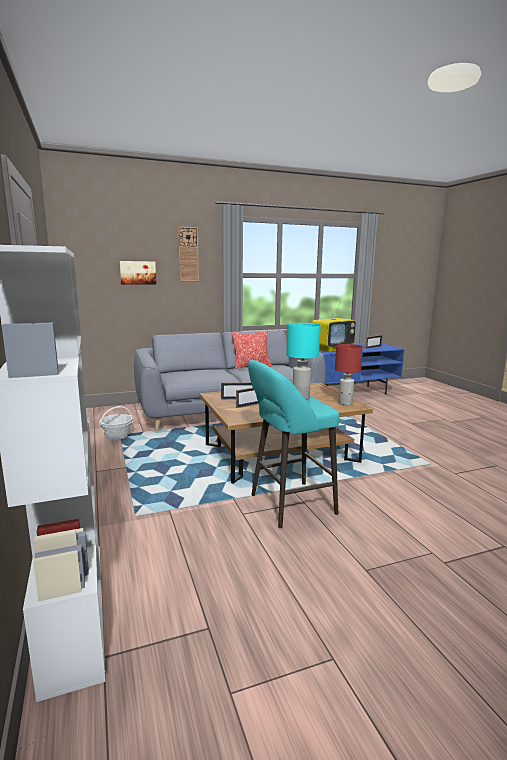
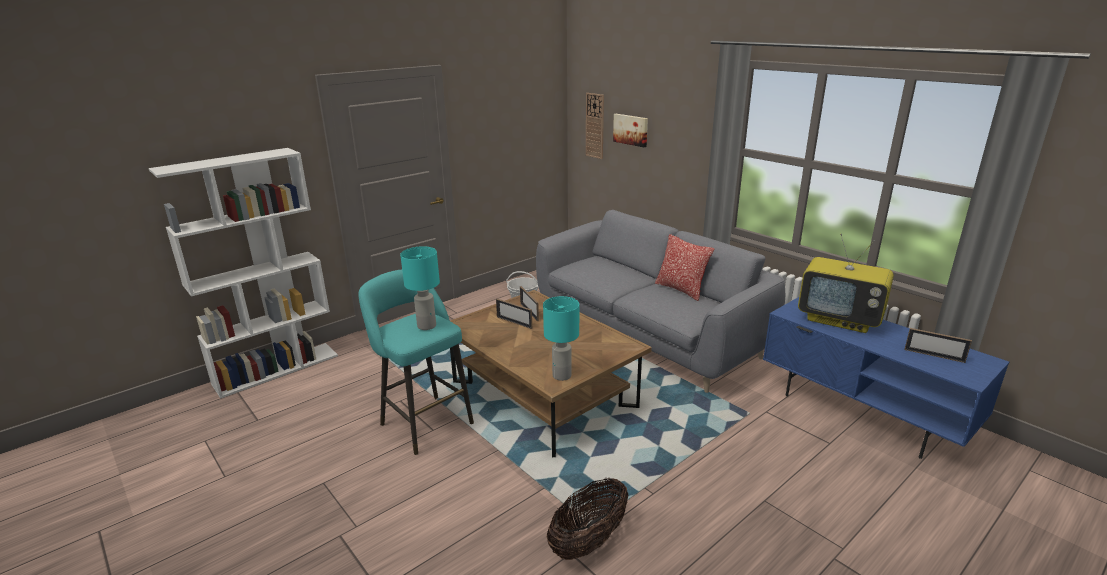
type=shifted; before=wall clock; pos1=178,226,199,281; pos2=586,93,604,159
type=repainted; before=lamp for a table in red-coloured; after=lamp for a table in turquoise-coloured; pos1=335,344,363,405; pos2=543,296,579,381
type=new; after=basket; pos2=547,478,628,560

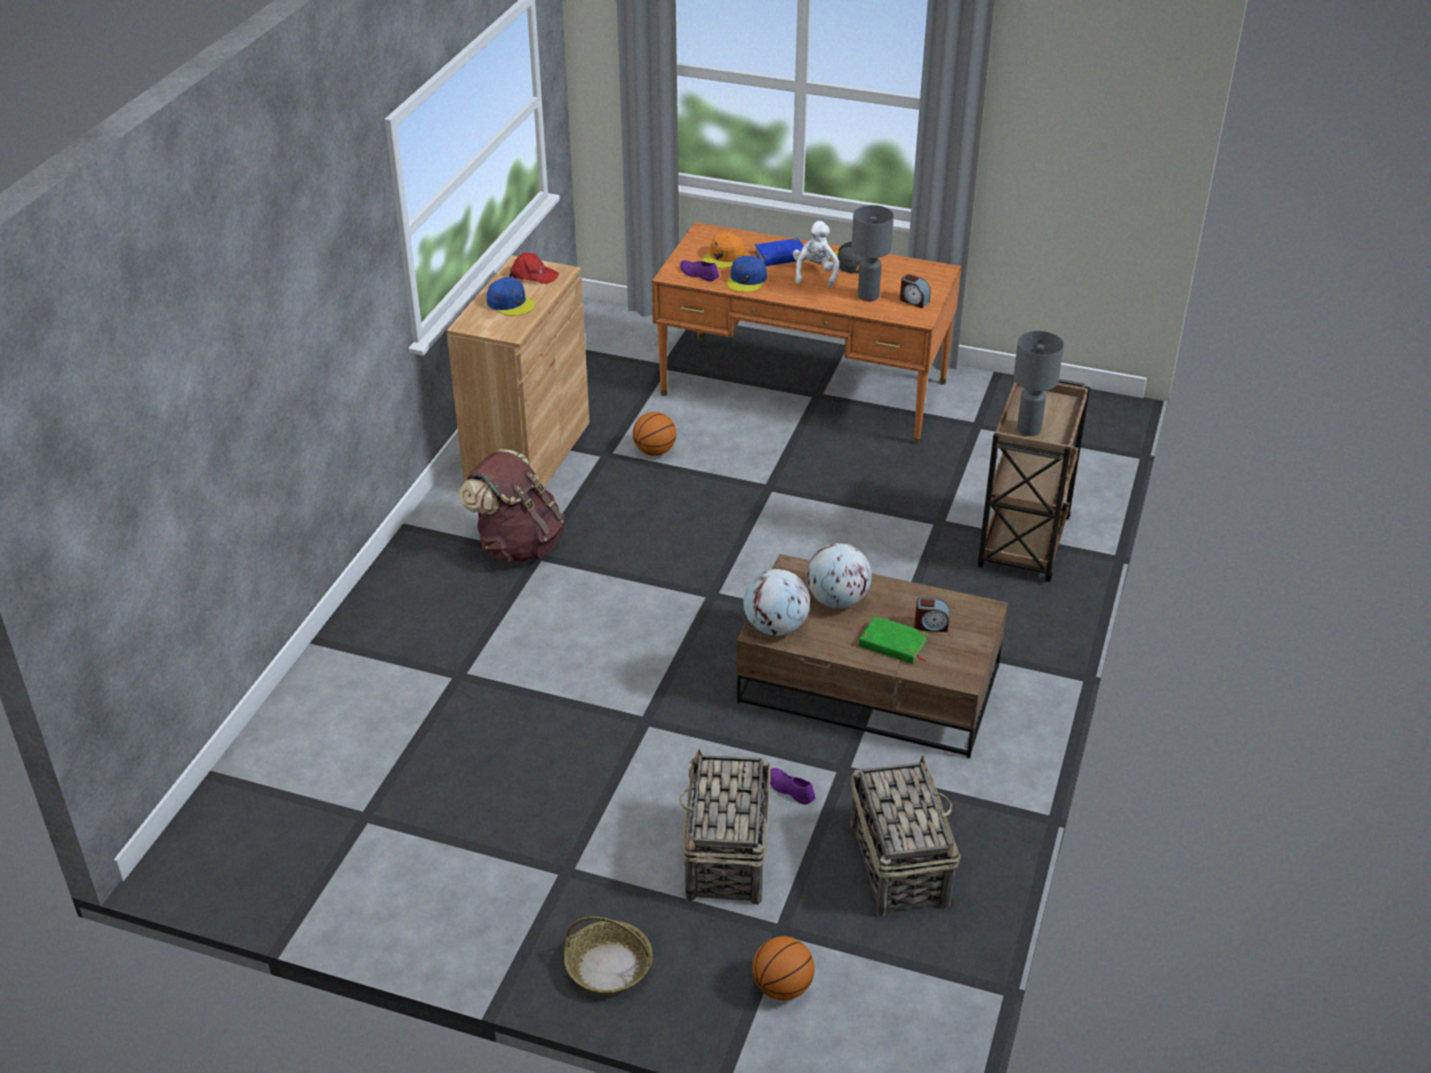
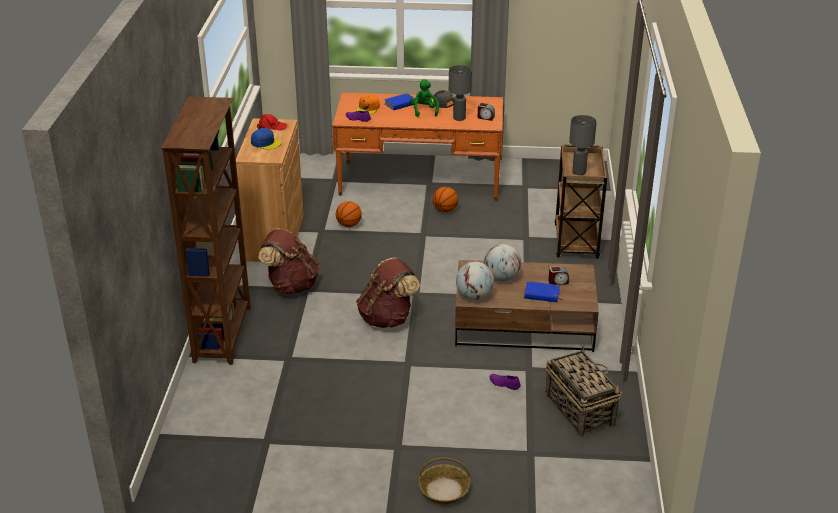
type=repainted; before=soft toy in white; after=soft toy in greenish; pos1=793,221,839,287; pos2=410,79,439,117
type=gone; before=cap in bluish; pos1=727,256,767,292
type=repainted; before=bound book in greenish; after=bound book in bluish; pos1=859,616,928,664; pos2=524,281,564,302
type=gone; before=basket; pos1=679,749,771,905
type=shifted; before=ball for basketball; pos1=752,936,815,1000; pos2=433,187,458,212
type=new; after=bookcase in brown-coloured; pos2=161,97,251,365
type=new; after=rucksack in brown-coloured; pos2=356,257,420,328

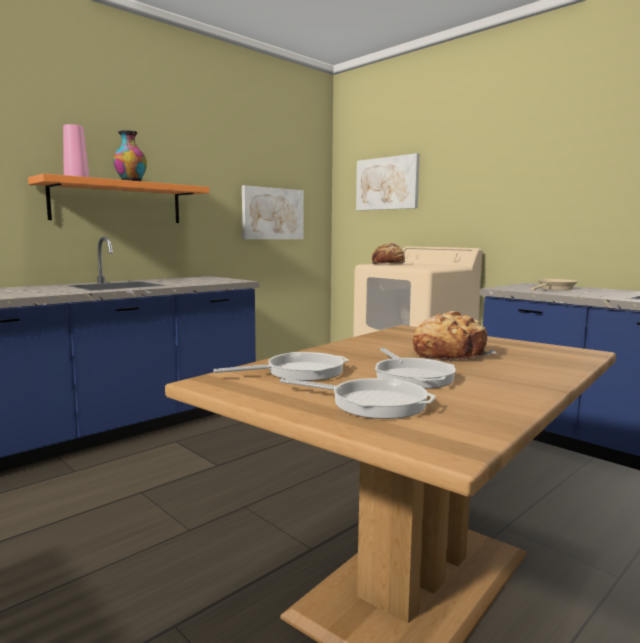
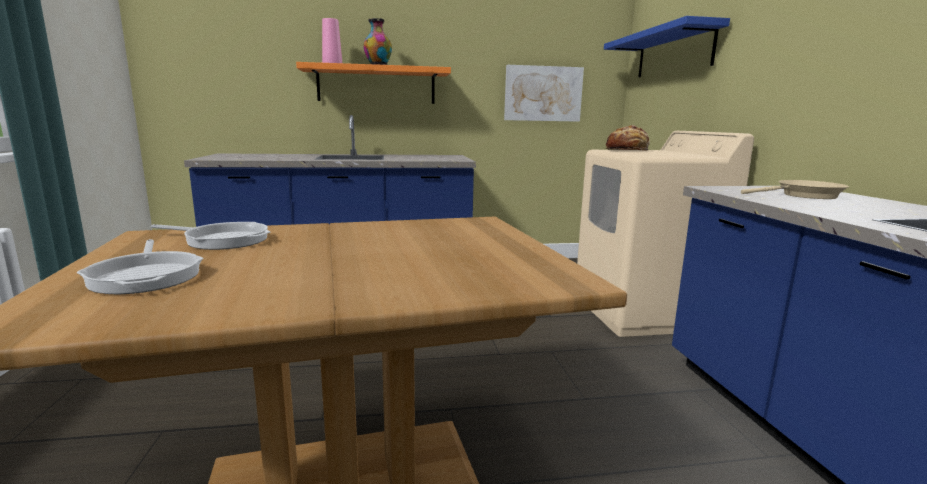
type=swapped; before=wall art; after=wall shelf in bluish; pos1=356,153,420,210; pos2=604,16,730,77
type=gone; before=bakery bread; pos1=413,311,498,362
type=gone; before=pan; pos1=375,348,456,389

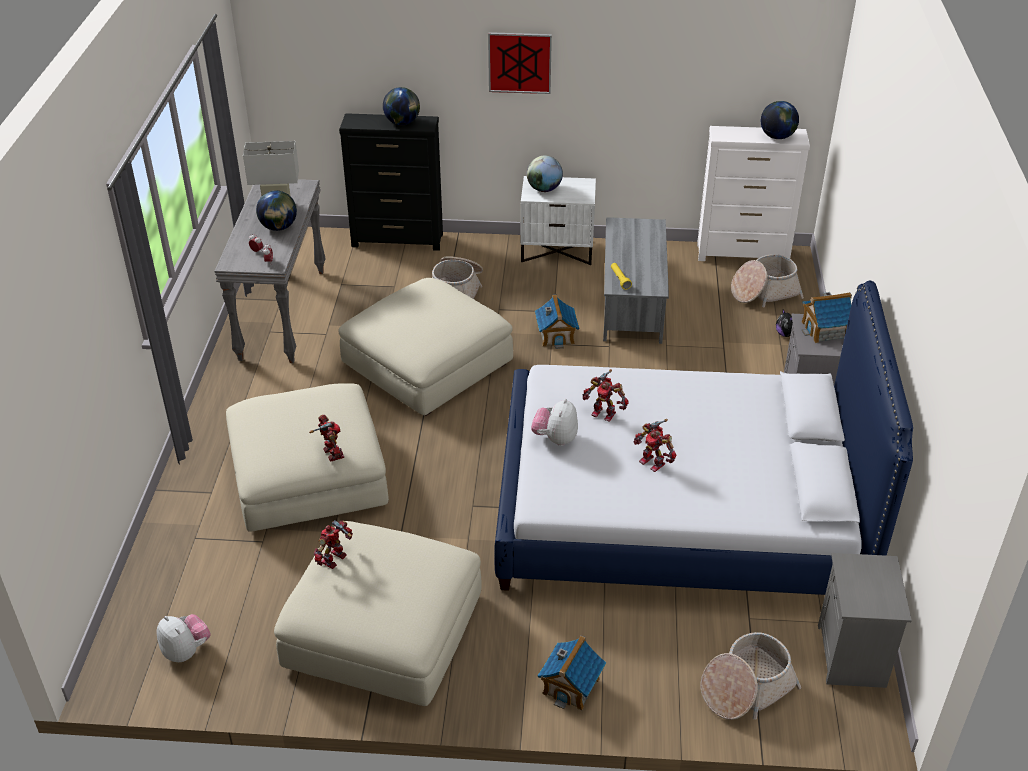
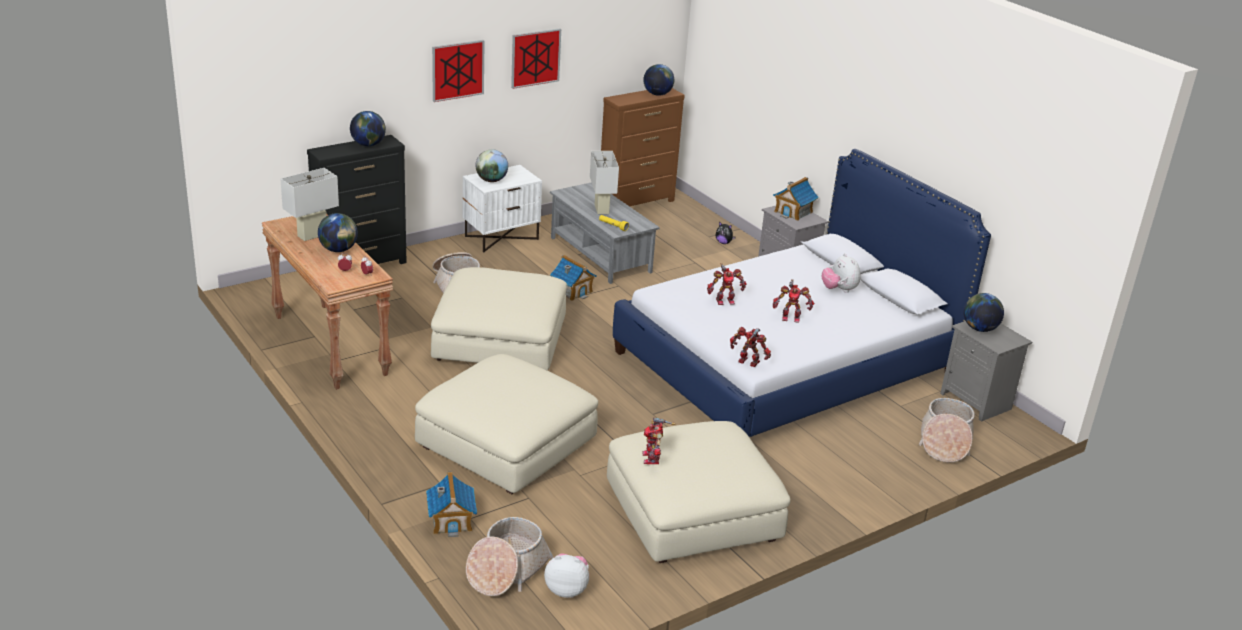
type=repainted; before=drawer chest in white; after=drawer chest in brown-coloured; pos1=697,126,810,261; pos2=601,88,685,206
type=repainted; before=narrow table in gray; after=narrow table in brown-coloured; pos1=214,179,326,363; pos2=262,215,393,390
type=shifted; before=basket; pos1=731,254,804,307; pos2=466,517,554,596
type=shifted; before=soft toy; pos1=531,399,578,446; pos2=822,253,861,293
type=shifted; before=toy robot; pos1=309,415,344,461; pos2=730,327,771,367
type=shifted; before=model house; pos1=537,636,606,711; pos2=426,472,477,537
type=new; after=wall art; pos2=511,28,561,89
type=new; after=lamp for a table in white; pos2=590,151,619,214
type=new; after=globe; pos2=964,293,1004,332

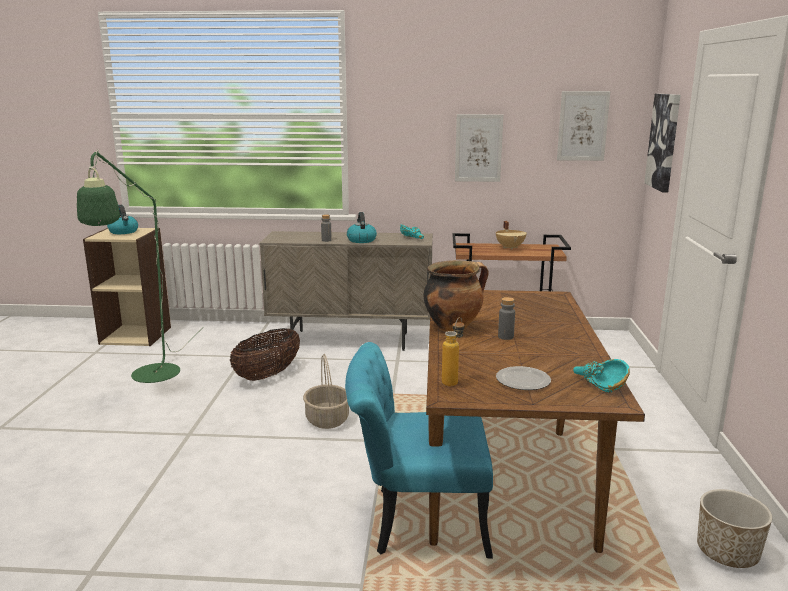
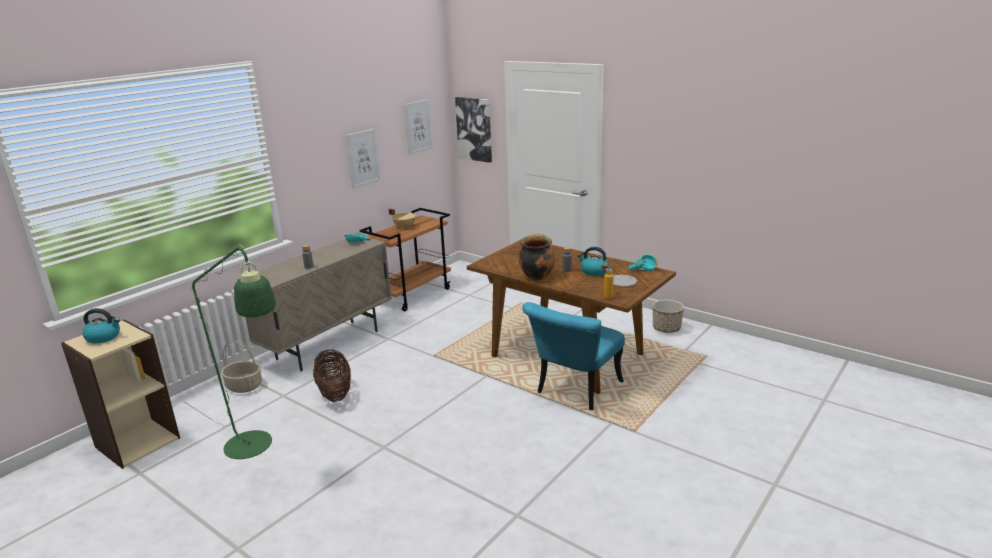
type=shifted; before=water kettle; pos1=347,212,377,243; pos2=578,247,609,276
type=shifted; before=basket; pos1=303,354,349,429; pos2=221,340,262,393

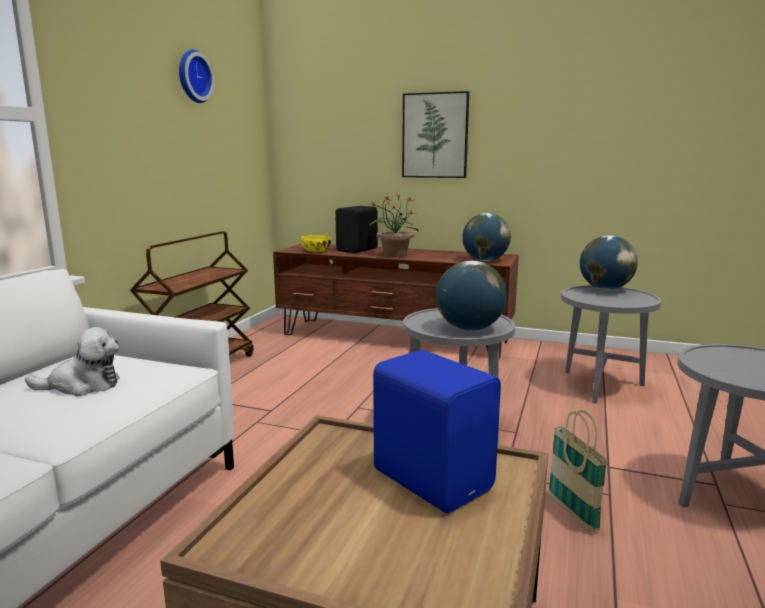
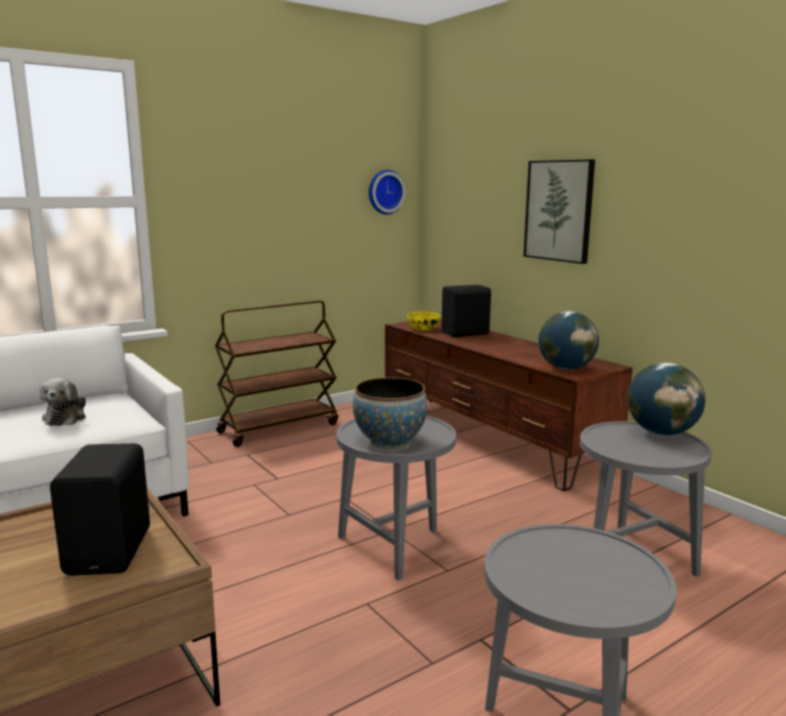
type=shifted; before=wall clock; pos1=179,50,214,103; pos2=369,170,405,215
type=gone; before=potted plant; pos1=370,194,419,257
type=swapped; before=globe; after=deep dish; pos1=436,261,507,331; pos2=353,377,427,450
type=rotated; before=soft toy; pos1=25,327,120,397; pos2=40,378,86,426; turn=60
type=repainted; before=speaker in bluish; after=speaker in blackish; pos1=373,350,501,513; pos2=50,443,150,575
type=gone; before=basket; pos1=548,410,608,532

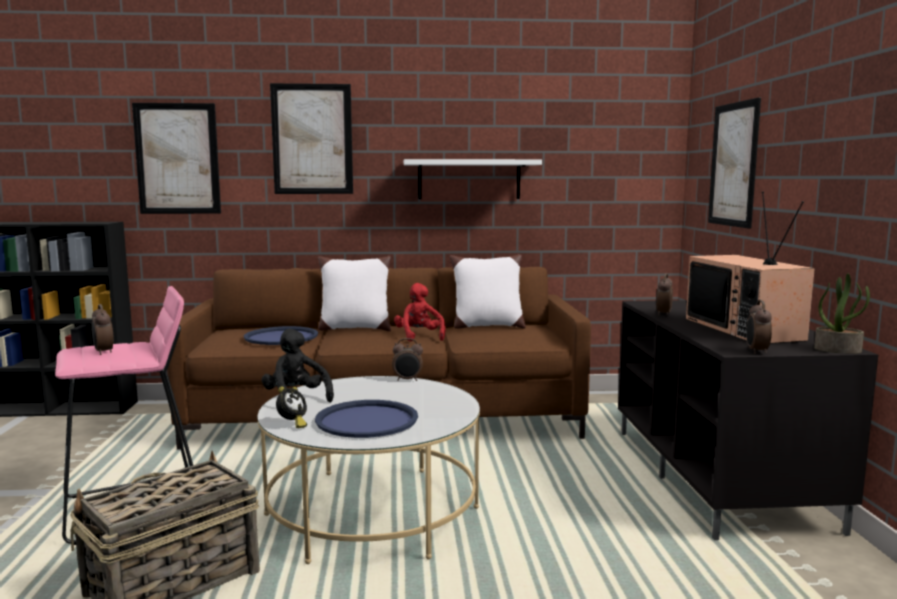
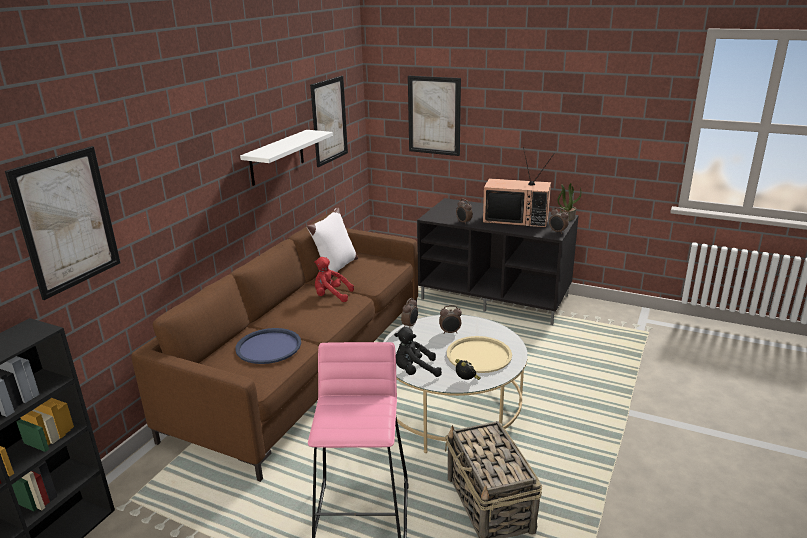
type=shifted; before=wall art; pos1=270,83,353,194; pos2=310,76,348,167
type=gone; before=throw pillow in white; pos1=318,256,391,331
type=shifted; before=bedside clock; pos1=91,304,114,355; pos2=439,305,462,334
type=repainted; before=serving tray in bluish; after=serving tray in sand-coloured; pos1=315,400,418,438; pos2=447,336,512,373

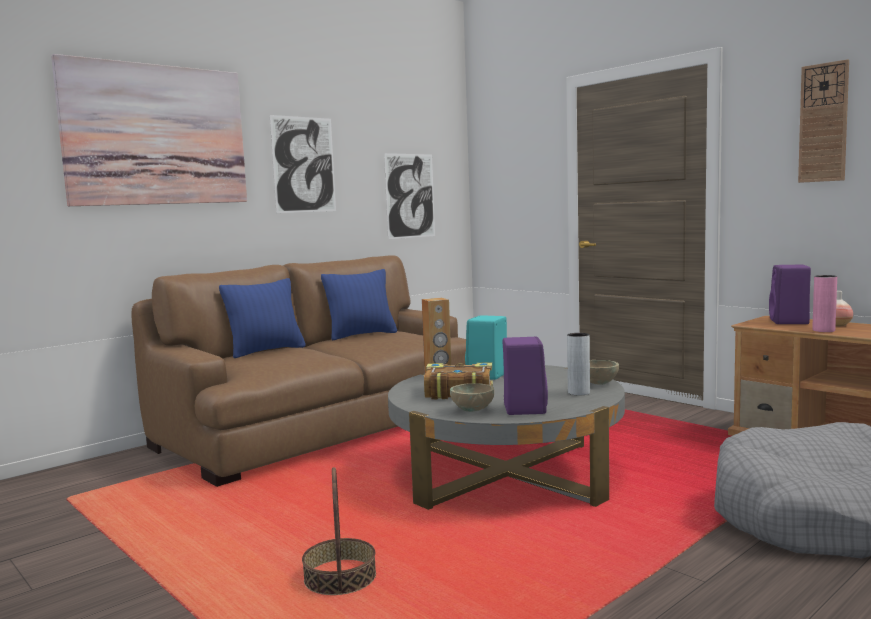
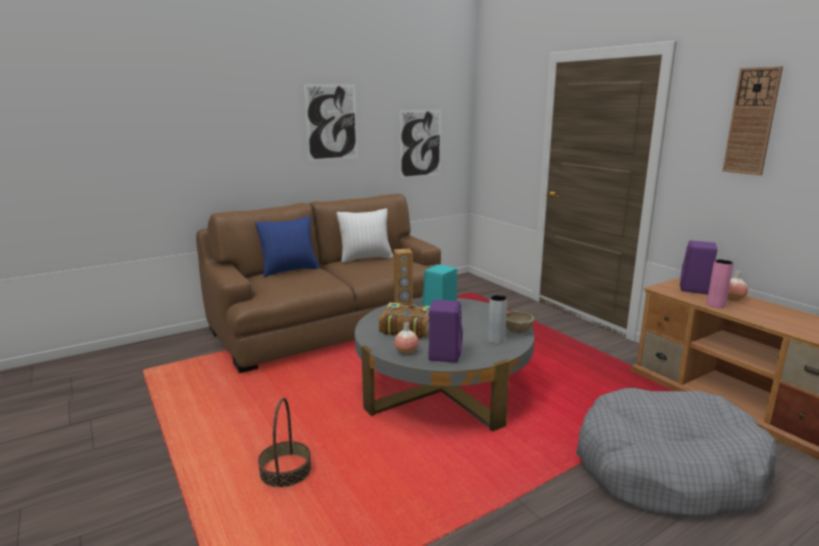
type=gone; before=wall art; pos1=51,54,247,206
type=repainted; before=throw pillow in bluish; after=throw pillow in white; pos1=321,269,397,340; pos2=337,208,393,263
type=swapped; before=deep dish in sand-coloured; after=flower vase; pos1=450,383,494,412; pos2=394,322,419,354

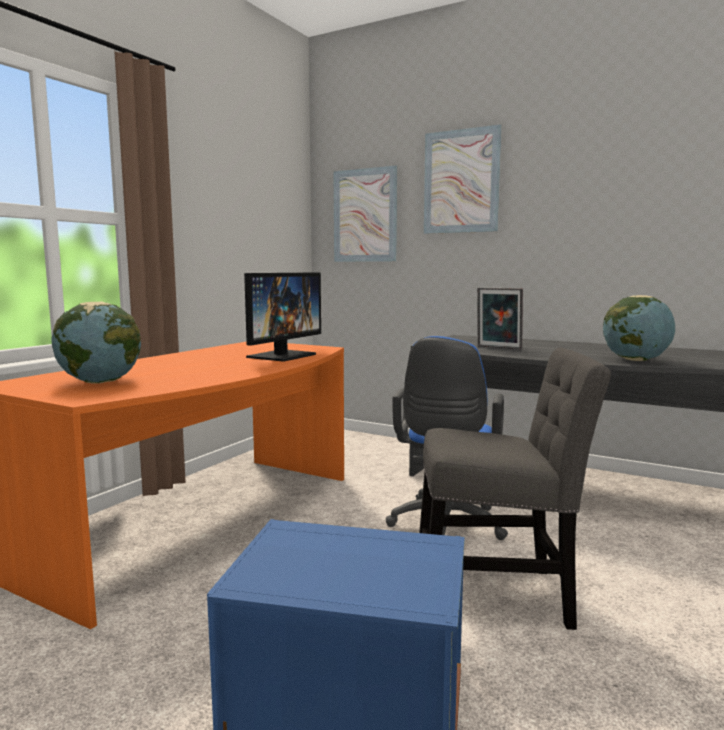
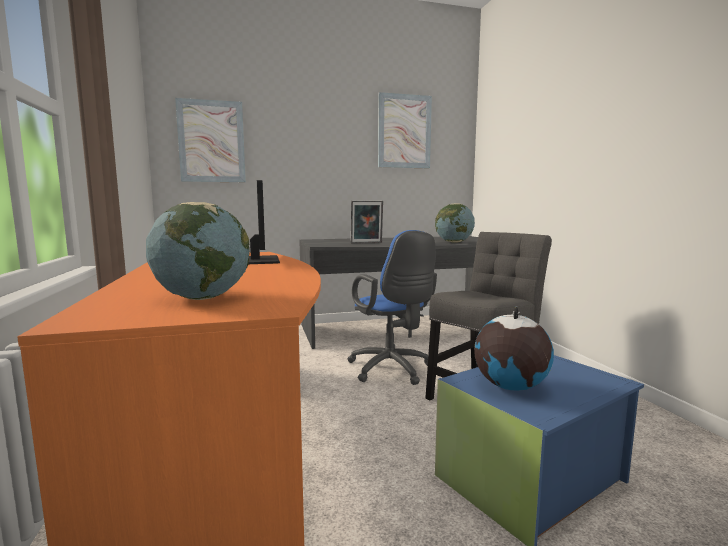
type=shifted; before=wall art; pos1=424,124,502,234; pos2=378,92,432,168
type=new; after=globe; pos2=474,306,554,391

